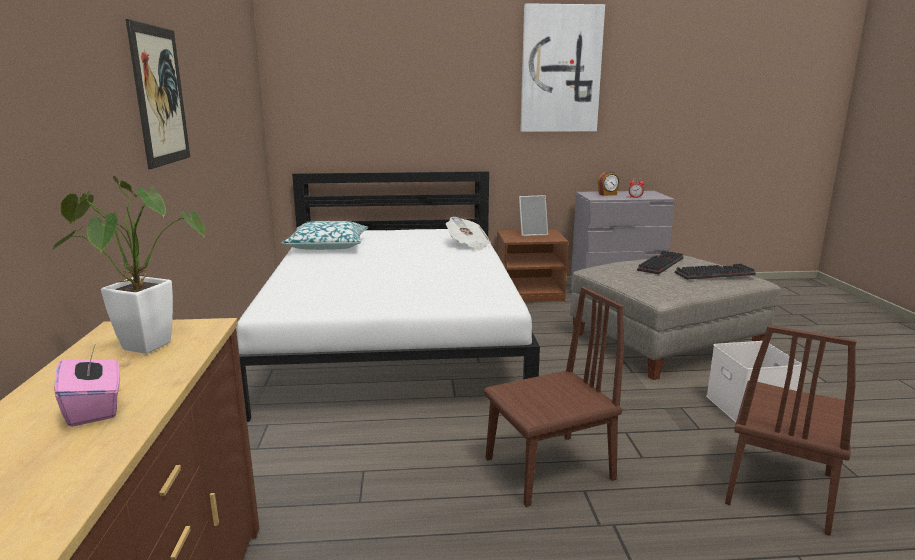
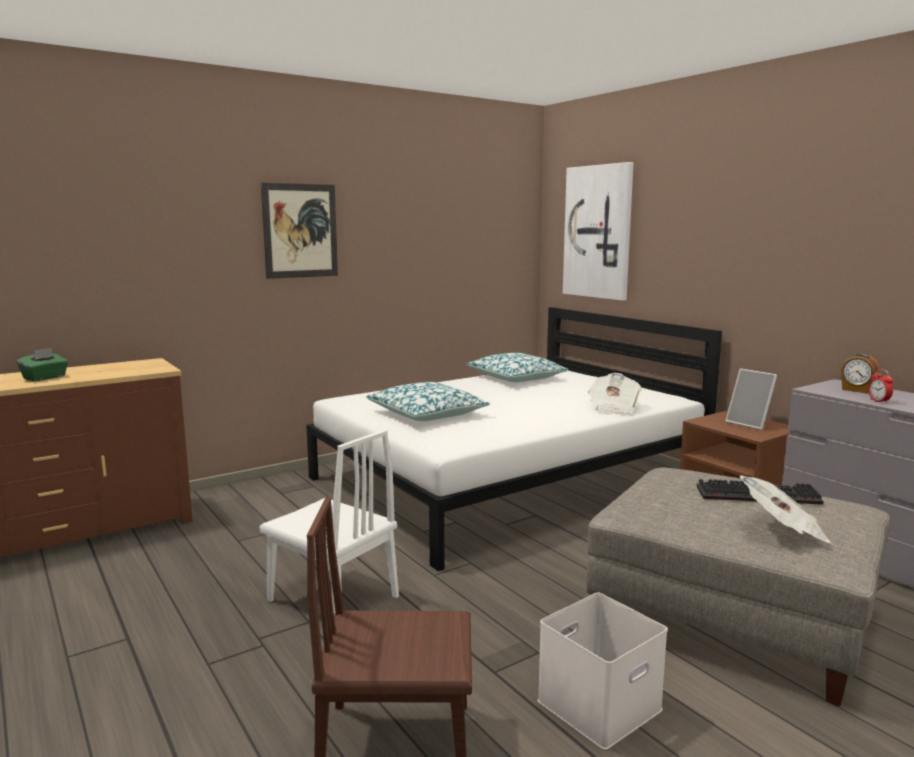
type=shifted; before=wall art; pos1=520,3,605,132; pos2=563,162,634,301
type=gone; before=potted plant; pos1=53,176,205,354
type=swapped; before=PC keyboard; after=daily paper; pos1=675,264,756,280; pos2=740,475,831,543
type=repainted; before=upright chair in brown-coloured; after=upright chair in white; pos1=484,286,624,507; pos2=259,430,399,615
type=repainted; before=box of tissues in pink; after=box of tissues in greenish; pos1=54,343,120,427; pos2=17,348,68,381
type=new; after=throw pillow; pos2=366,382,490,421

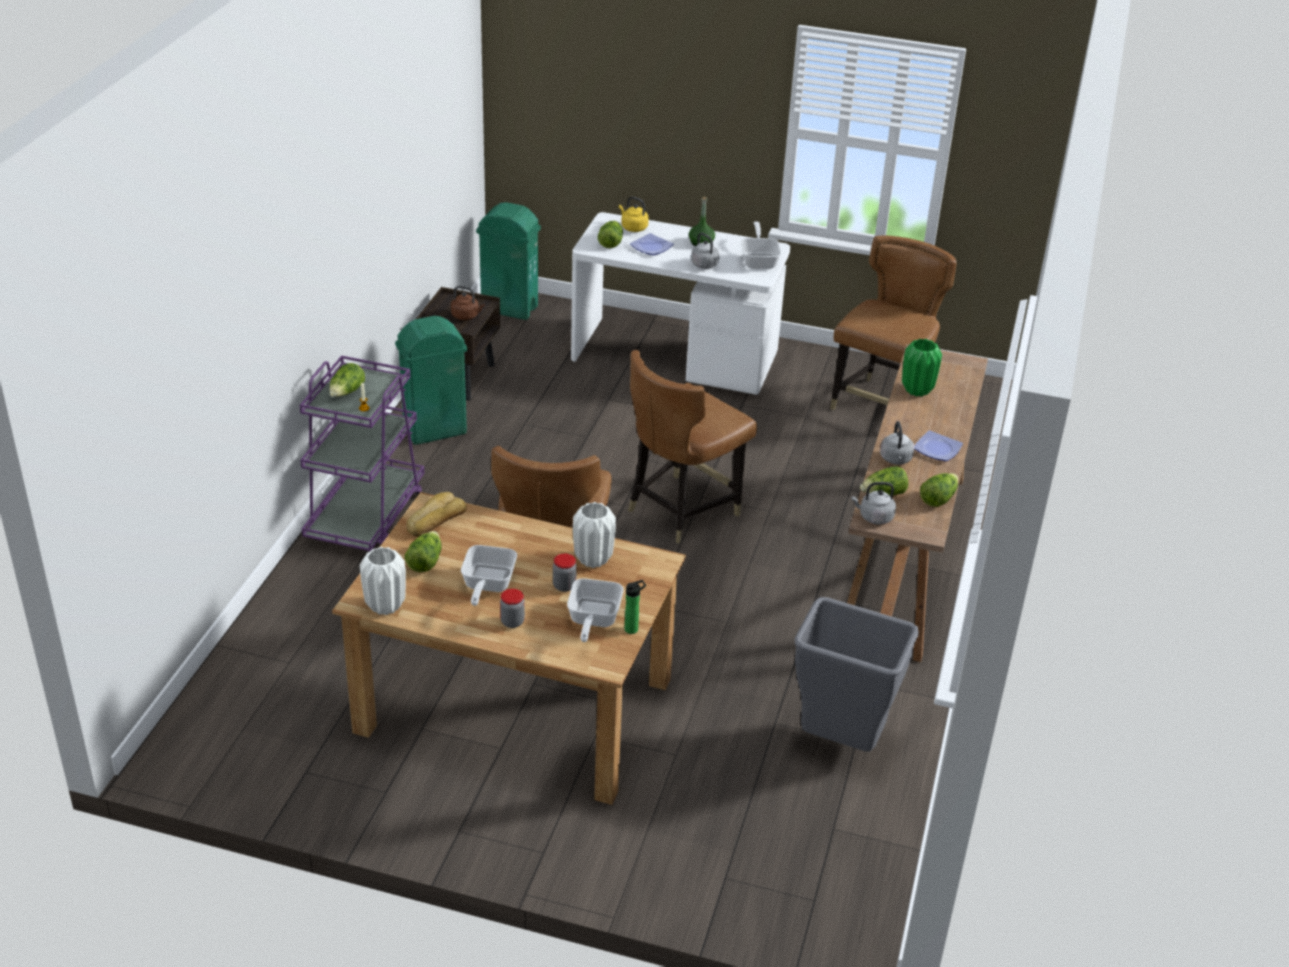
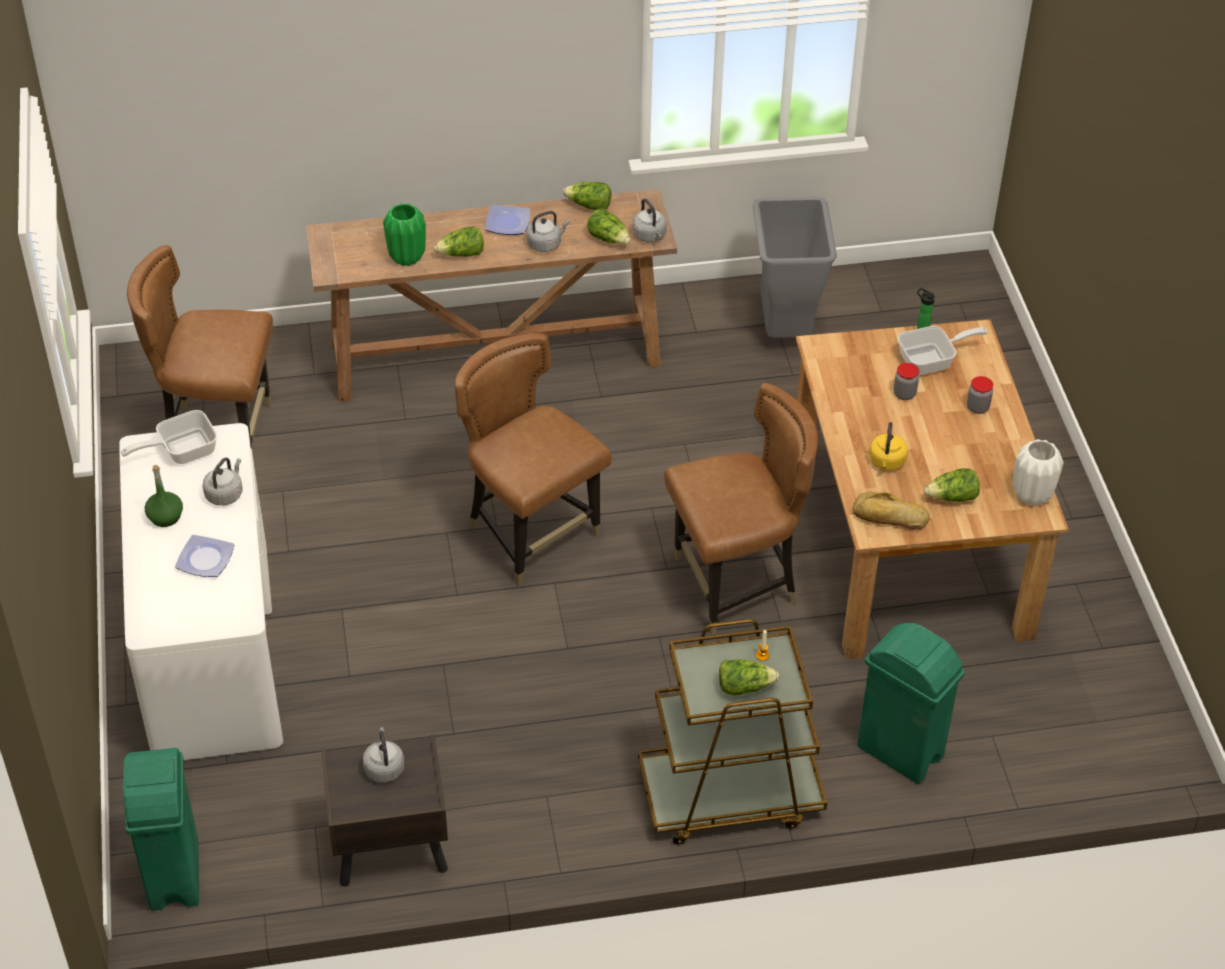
type=shifted; before=water kettle in yellowish; pos1=619,197,649,232; pos2=869,422,908,471
type=shifted; before=lettuce head; pos1=598,221,623,248; pos2=434,227,484,257
type=repainted; before=water kettle in brown-coloured; after=water kettle in gray; pos1=451,286,485,320; pos2=363,727,404,783
type=shifted; before=rubbish bin in greenish; pos1=395,316,467,445; pos2=857,623,965,784
type=rotated; before=upright chair in brown-coloured; pos1=628,350,757,543; pos2=455,333,612,586; turn=-150
type=repainted; before=trolley in purple-coloured; after=trolley in brown-coloured; pos1=300,355,424,551; pos2=638,619,827,844
type=gone; before=flower vase in white; pos1=573,502,616,568
type=gone; before=pan; pos1=461,545,517,606

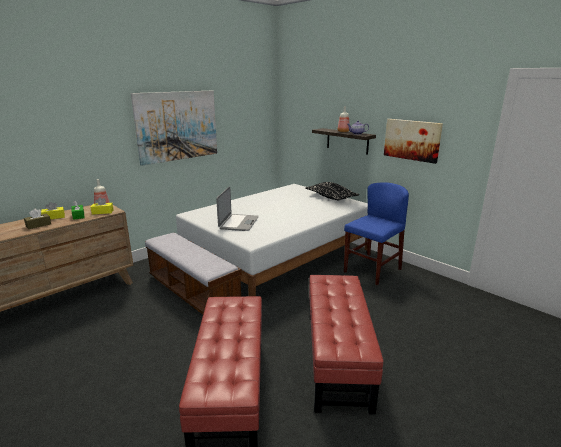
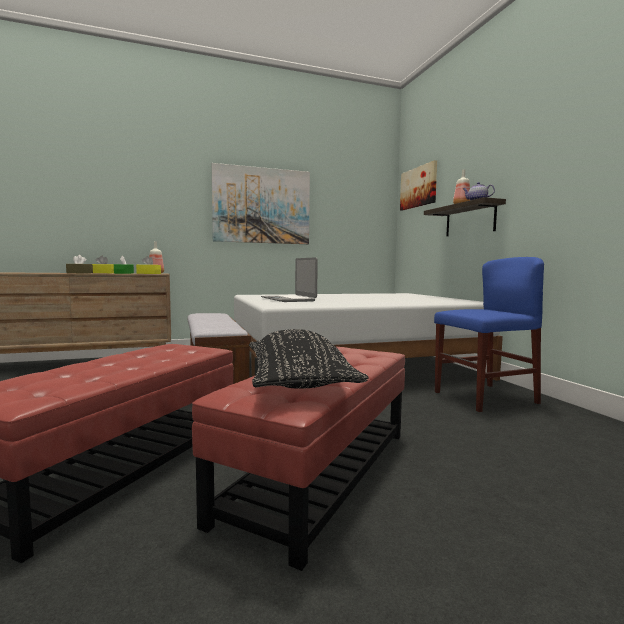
type=shifted; before=wall art; pos1=384,119,443,164; pos2=400,160,437,211
type=shifted; before=throw pillow in blackish; pos1=305,182,359,201; pos2=249,329,369,389
type=rotated; before=laptop; pos1=216,187,259,231; pos2=261,257,318,302; turn=120

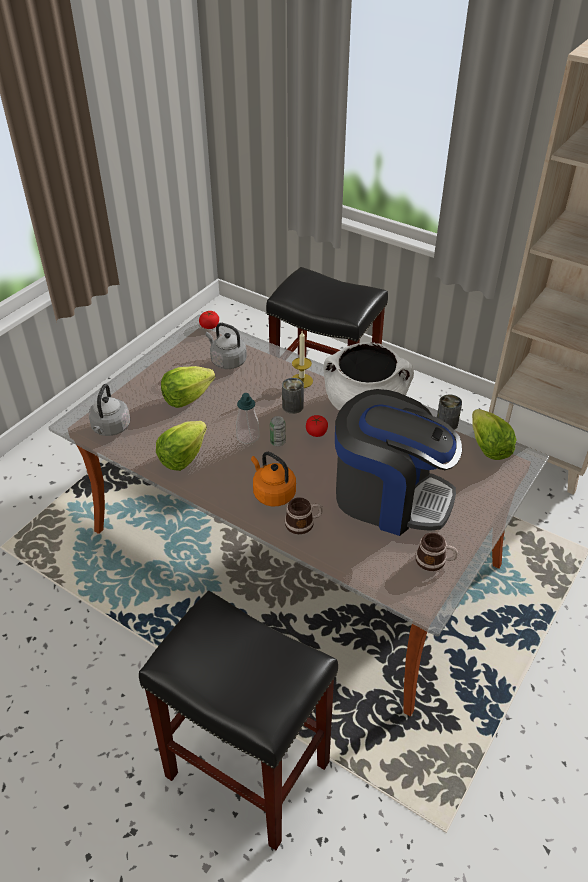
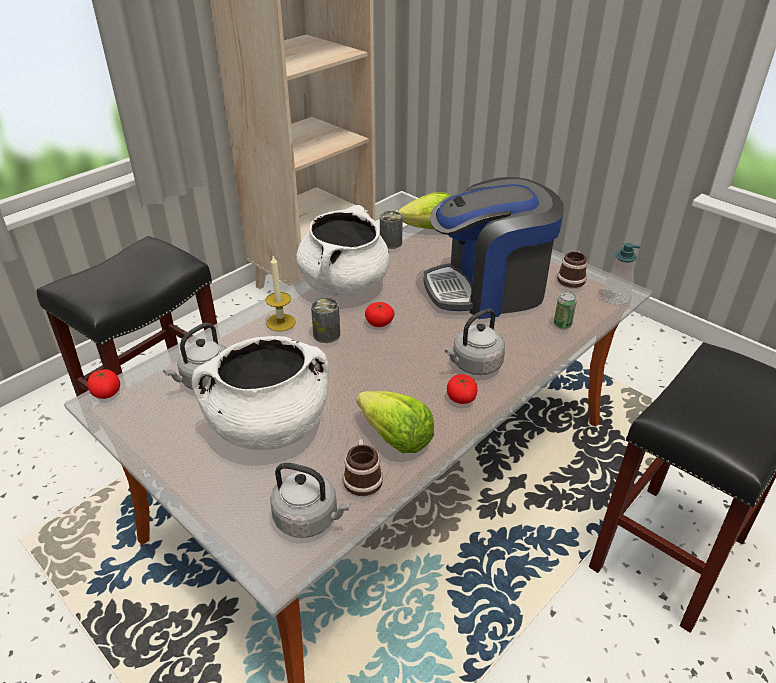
type=swapped; before=lettuce head; after=saucepot in white; pos1=161,366,215,408; pos2=192,336,329,450
type=rotated; before=coffee machine; pos1=335,389,462,536; pos2=423,177,564,319; turn=-135
type=shifted; before=soap dispenser; pos1=236,393,260,444; pos2=603,243,641,305
type=shifted; before=can; pos1=270,416,286,446; pos2=554,292,577,329
type=repainted; before=water kettle in orangey; after=water kettle in gray; pos1=251,452,296,506; pos2=445,309,505,375
type=shifted; before=tea mug; pos1=285,497,323,534; pos2=343,439,383,496
type=new; after=tomato; pos2=447,374,477,404

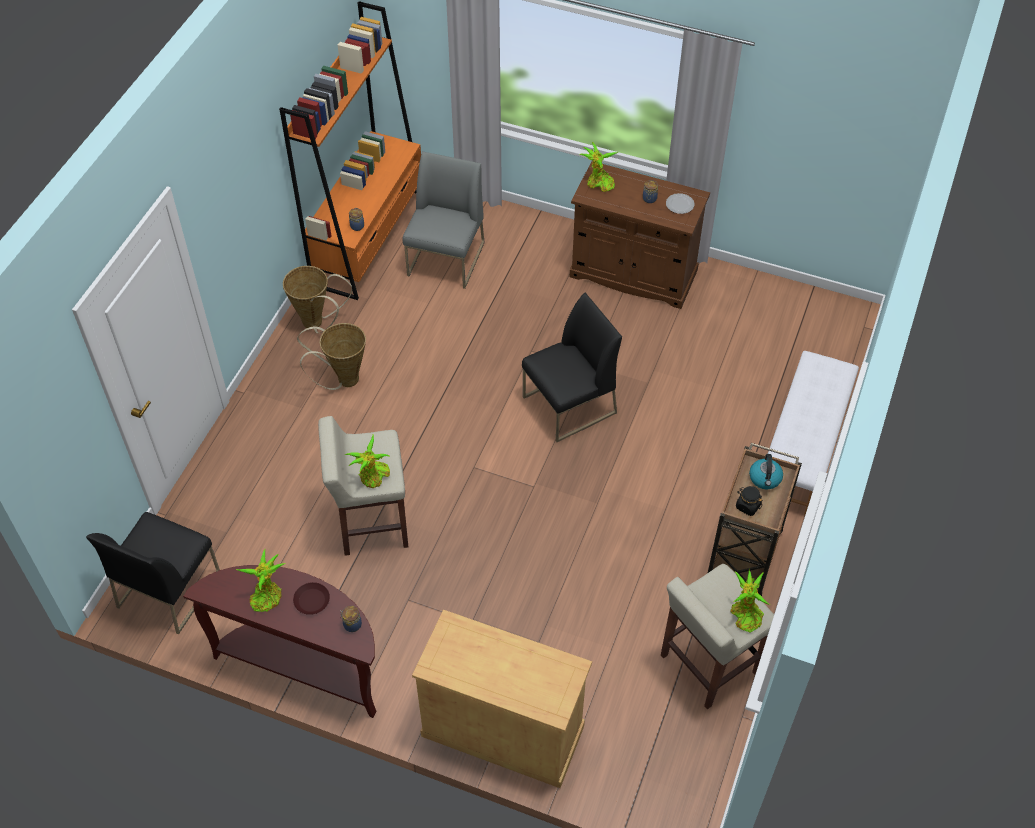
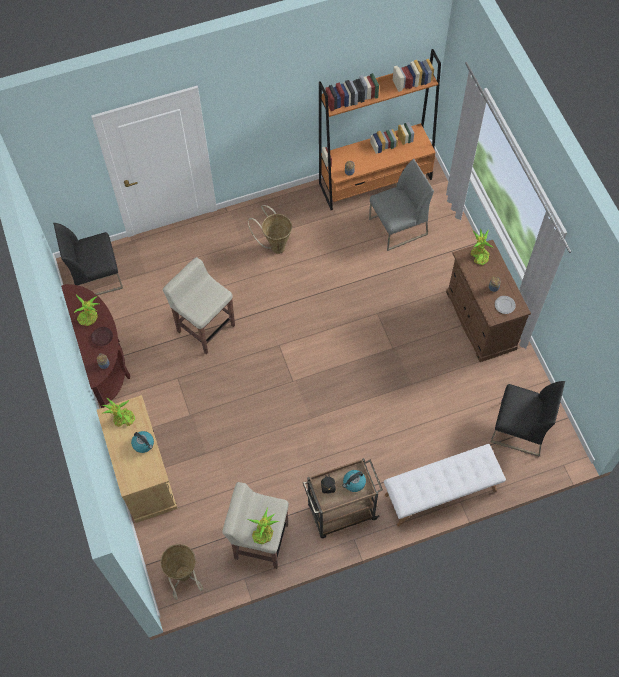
type=shifted; before=basket; pos1=283,266,352,334; pos2=160,544,203,600
type=shifted; before=upright chair in blackish; pos1=522,293,622,442; pos2=491,381,565,457
type=shifted; before=potted plant; pos1=345,435,391,488; pos2=101,397,135,427
type=new; after=water kettle; pos2=131,431,154,453

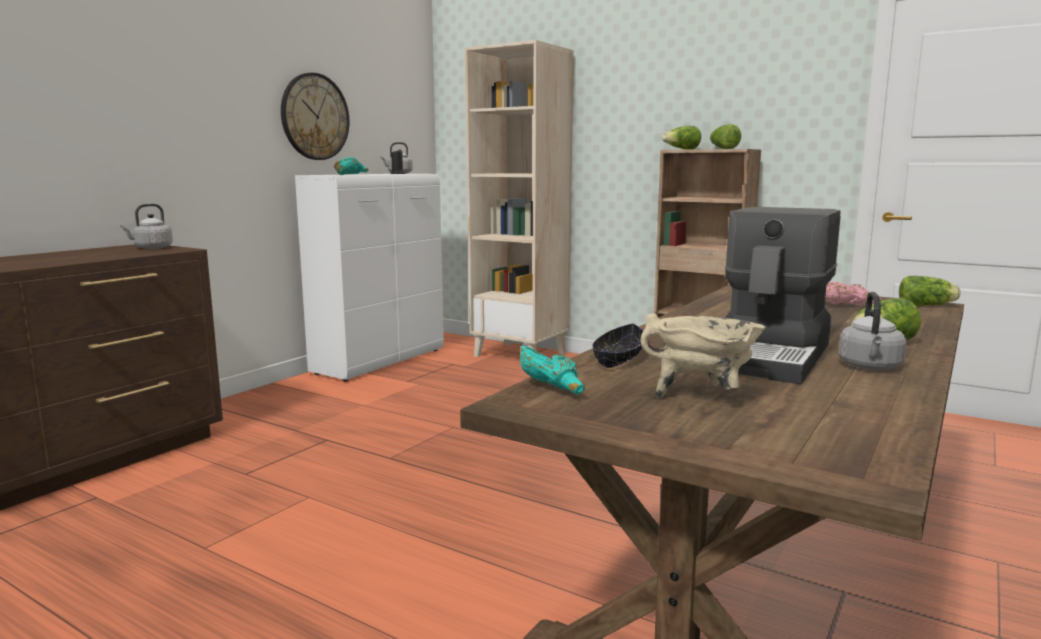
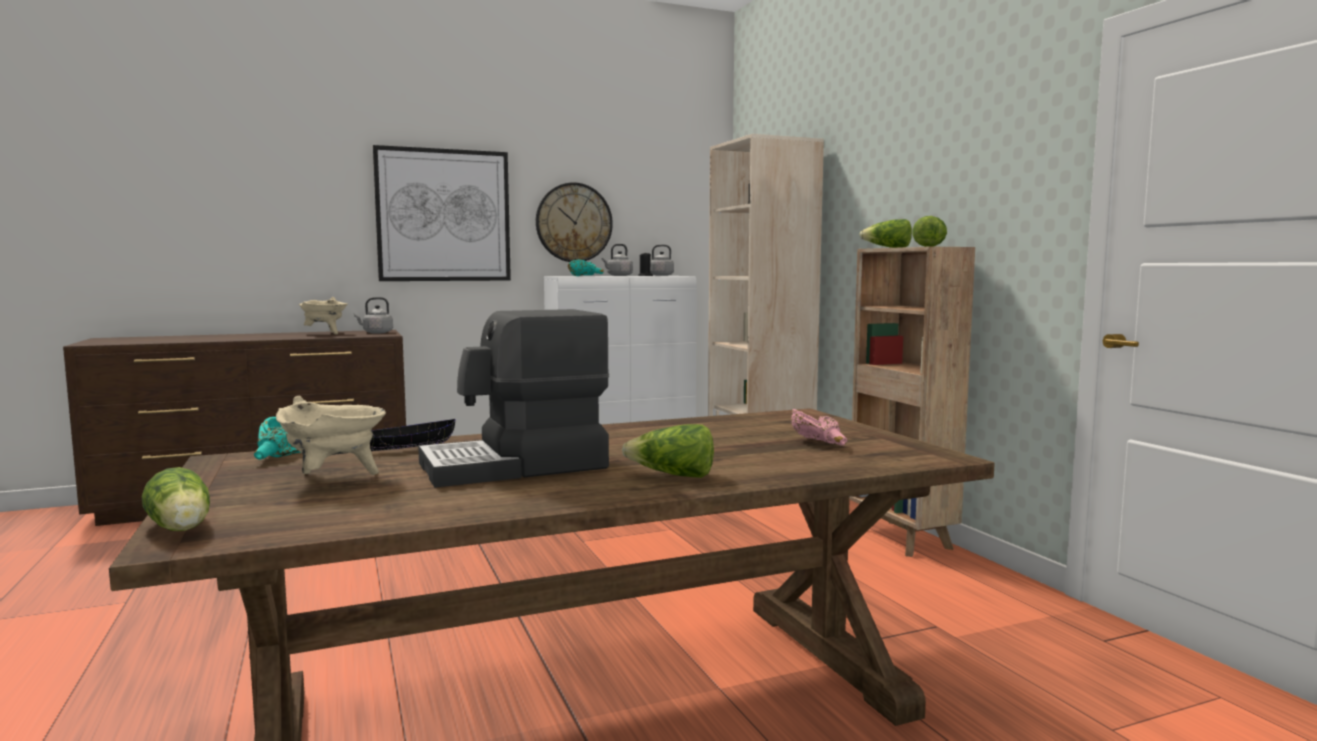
type=shifted; before=lettuce head; pos1=899,276,961,306; pos2=141,467,210,531
type=shifted; before=water kettle in gray; pos1=838,292,907,370; pos2=602,244,633,276
type=new; after=wall art; pos2=373,145,511,281
type=new; after=saucepot in sand-coloured; pos2=299,297,348,335

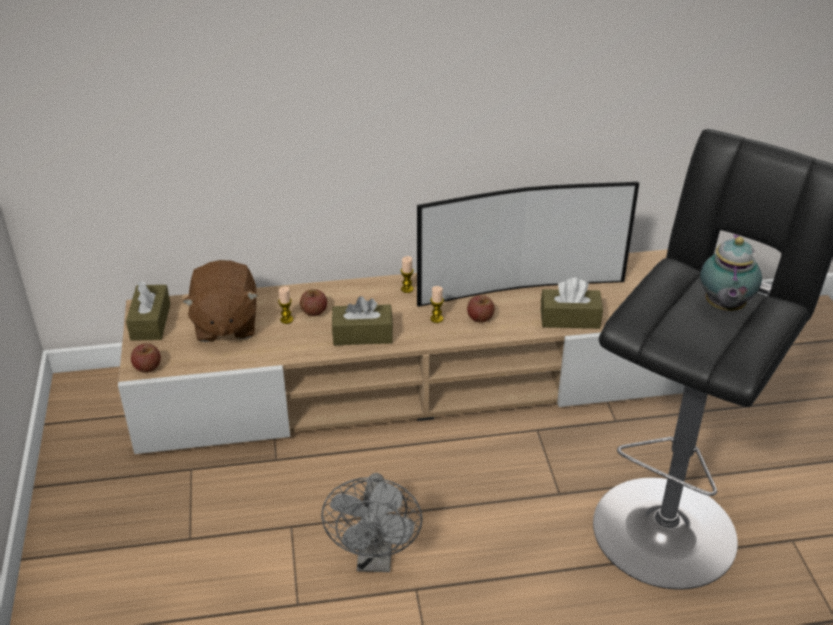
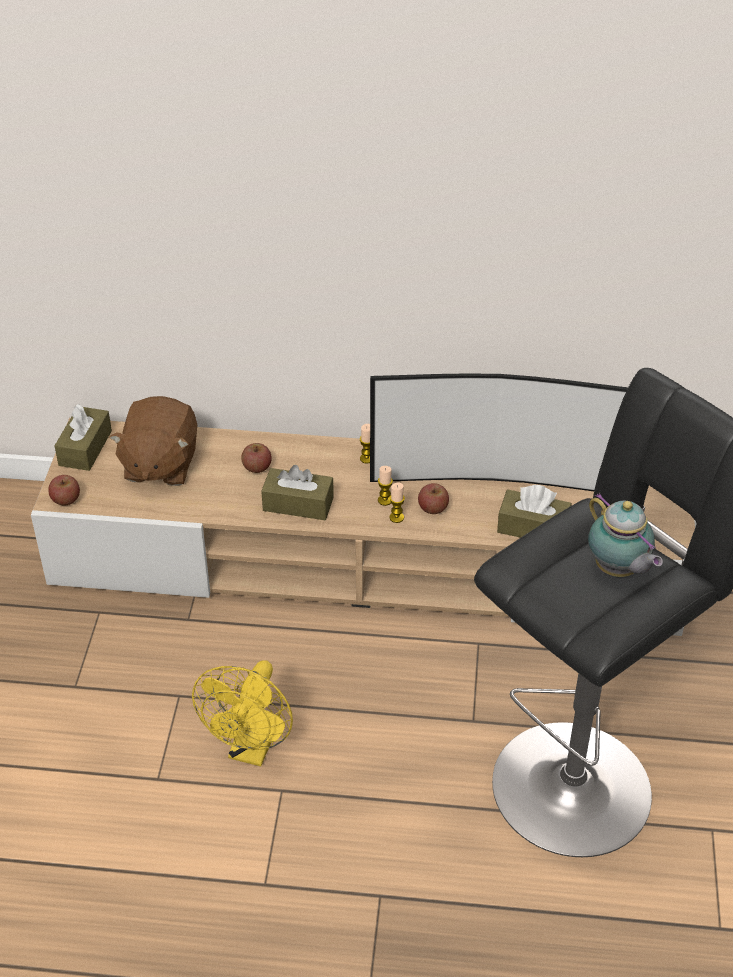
type=rotated; before=pot for tea; pos1=700,234,762,311; pos2=588,493,663,577; turn=-60
type=shifted; before=wax light; pos1=278,287,293,324; pos2=389,483,405,523
type=repainted; before=electric fan in gray; after=electric fan in yellowish; pos1=321,473,423,572; pos2=192,660,293,767

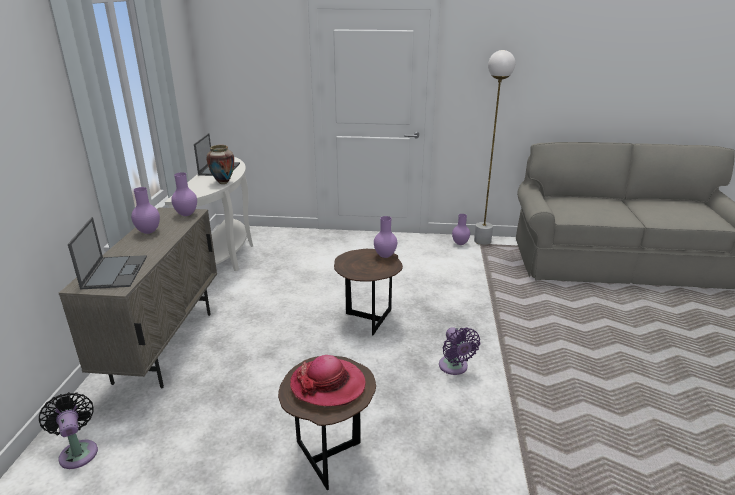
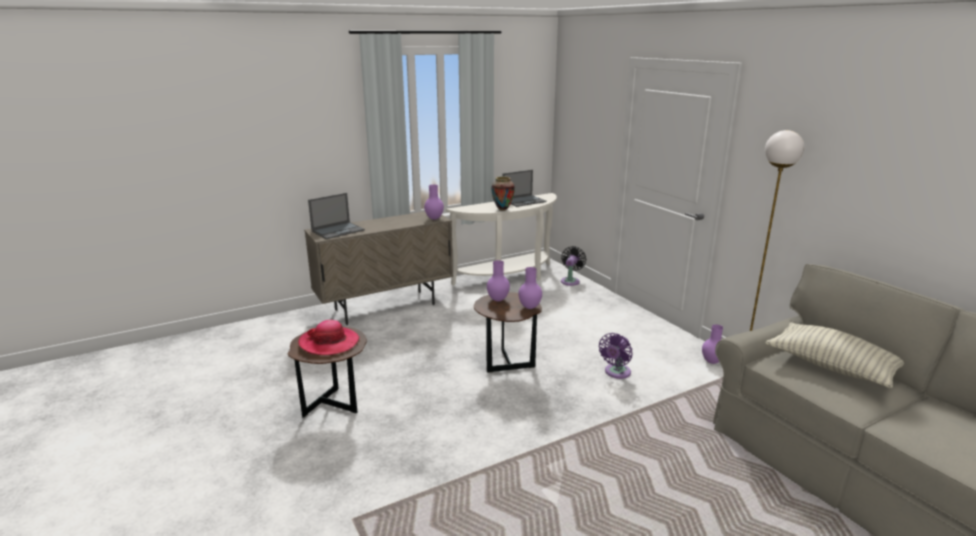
type=shifted; before=flower vase in purple-coloured; pos1=131,187,160,234; pos2=487,260,510,301
type=shifted; before=electric fan in purple-coloured; pos1=439,327,480,375; pos2=599,333,633,379
type=shifted; before=electric fan in blackish; pos1=39,392,98,469; pos2=561,246,586,286
type=new; after=throw pillow; pos2=765,323,904,388

